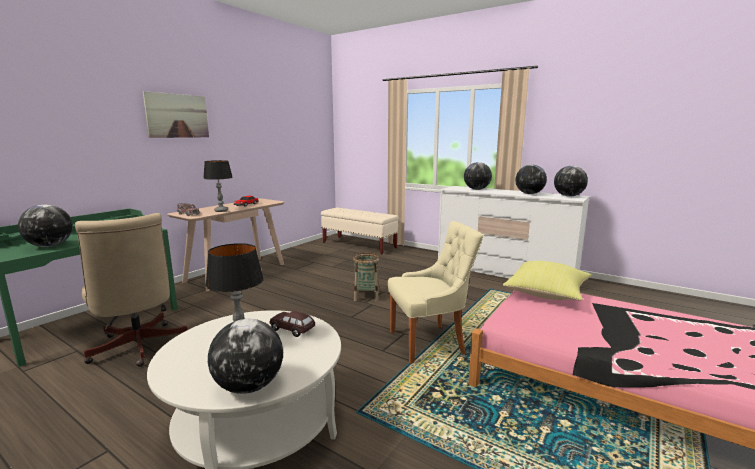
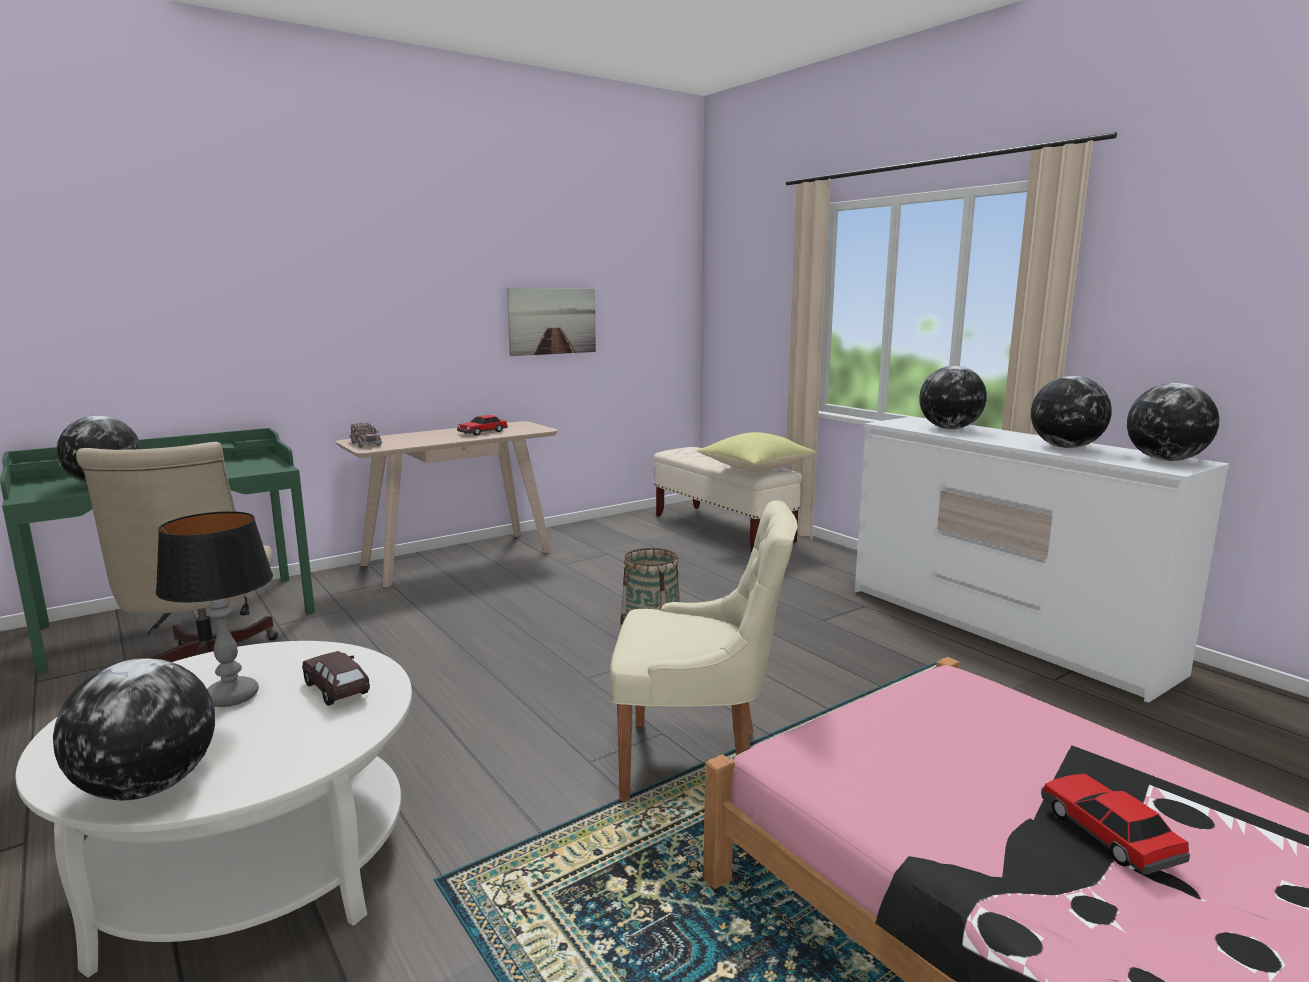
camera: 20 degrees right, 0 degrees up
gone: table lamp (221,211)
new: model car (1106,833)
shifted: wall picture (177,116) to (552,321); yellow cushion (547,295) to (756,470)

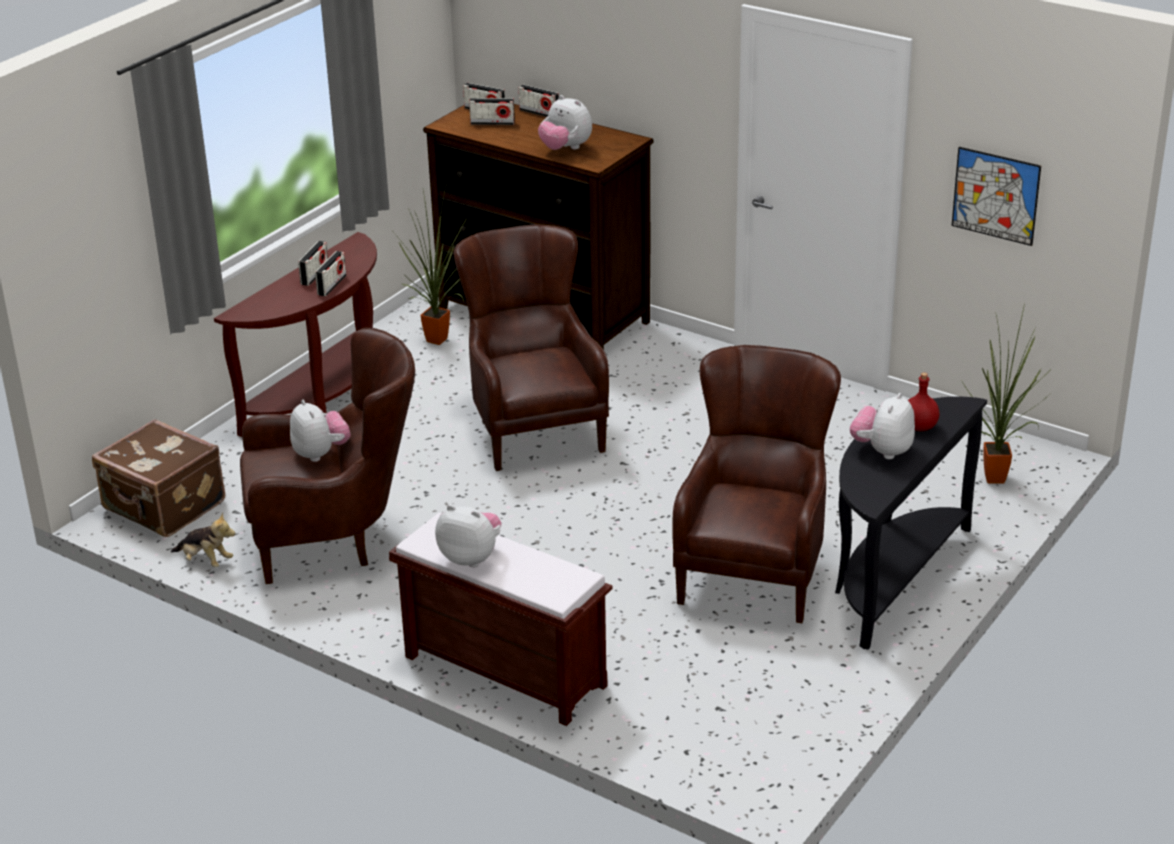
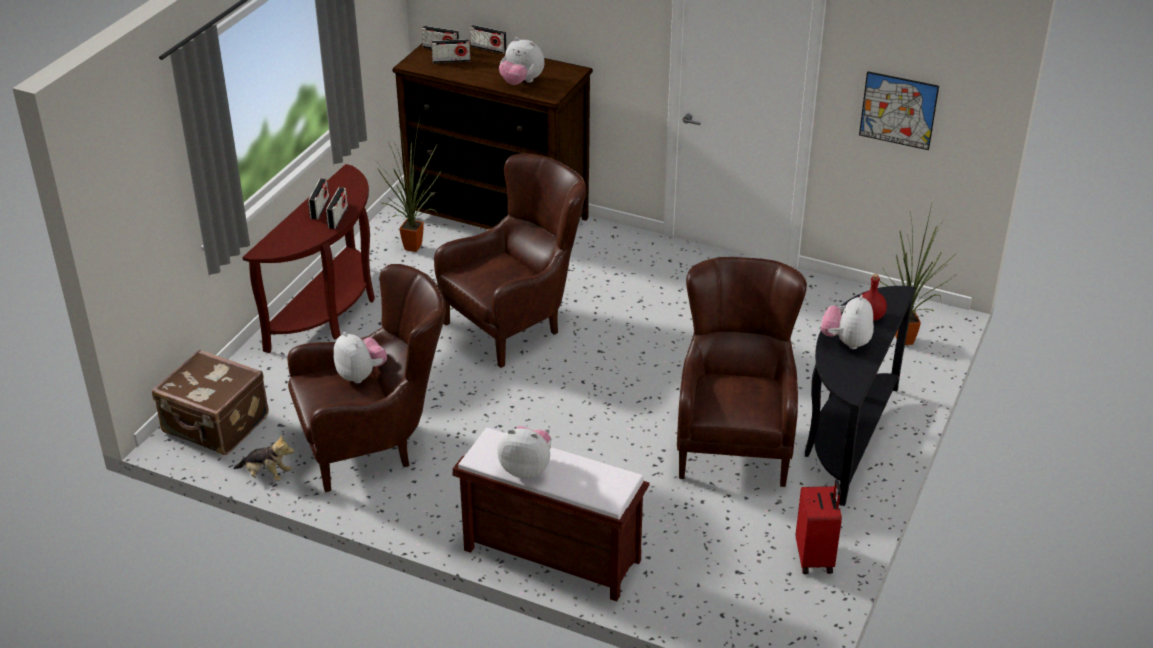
camera: 10 degrees left, 5 degrees up
new: red piece of luggage (815,558)
rotated: brownish lounge chair (533,427) = (516,323) 75 degrees clockwise

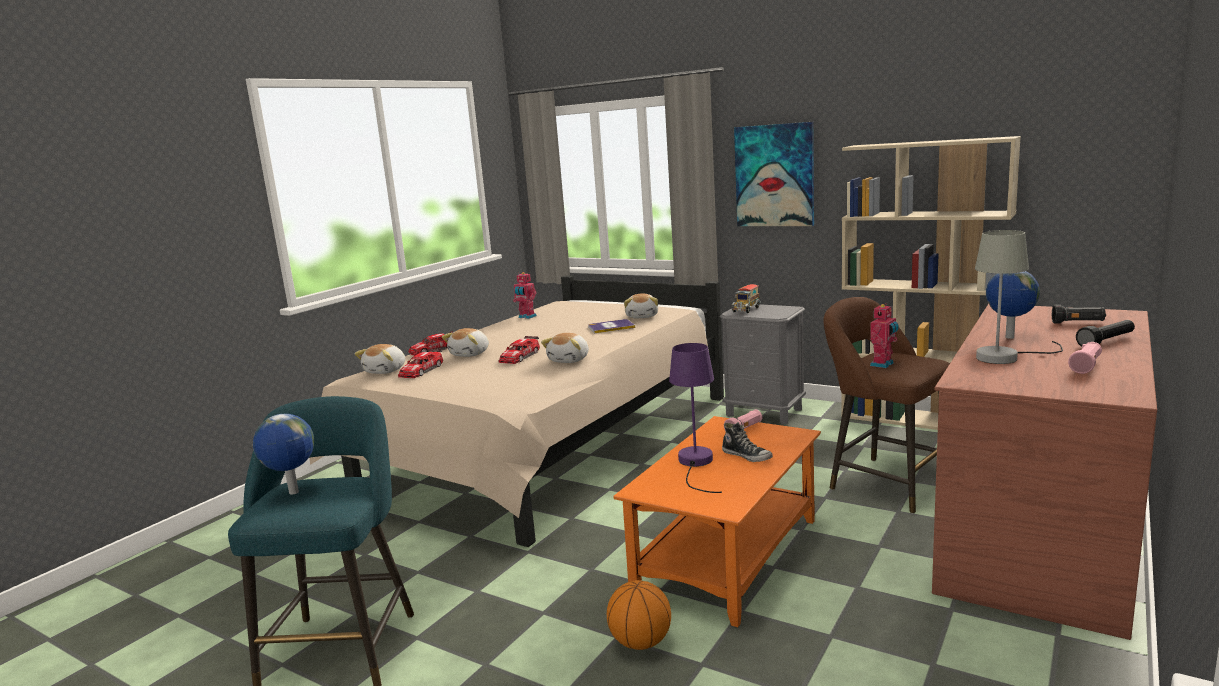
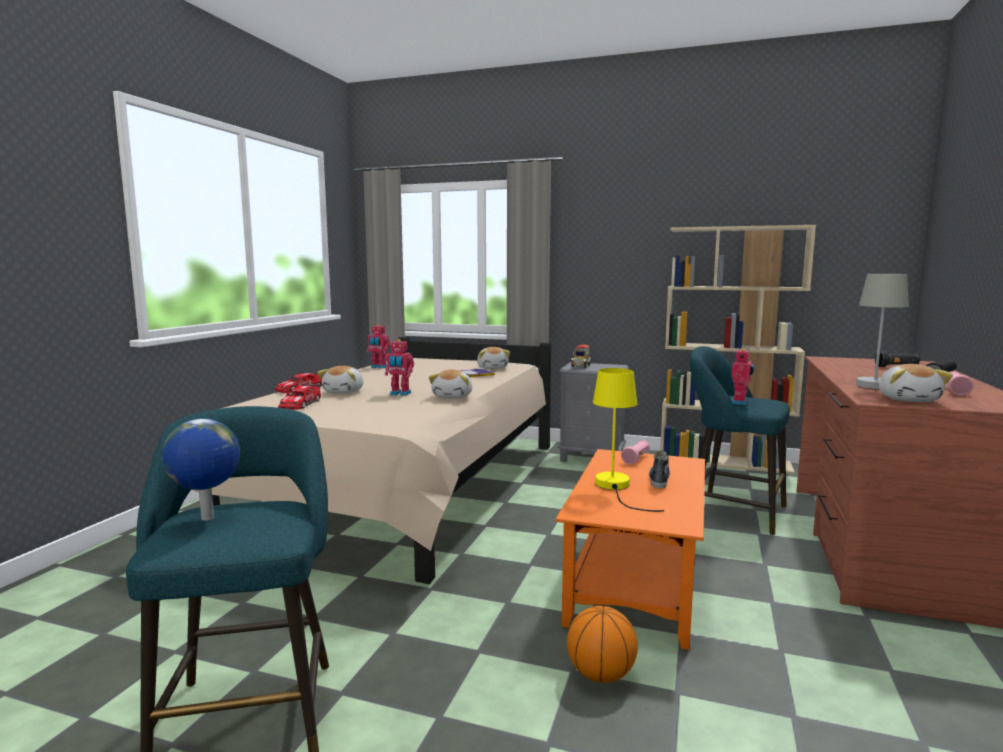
camera: 15 degrees left, 5 degrees down
gone: wall picture (774,175); world globe (1009,337)
shifted: plush toy (386,371) to (908,400)
swapped: model car (520,357) to model robot (400,394)
repainted: purple-coloured table lamp (695,464) to yellow table lamp (616,487); brownish stool (884,483) to blue-green stool (731,511)
rotated: shoe (747,456) = (659,480) 105 degrees counterclockwise

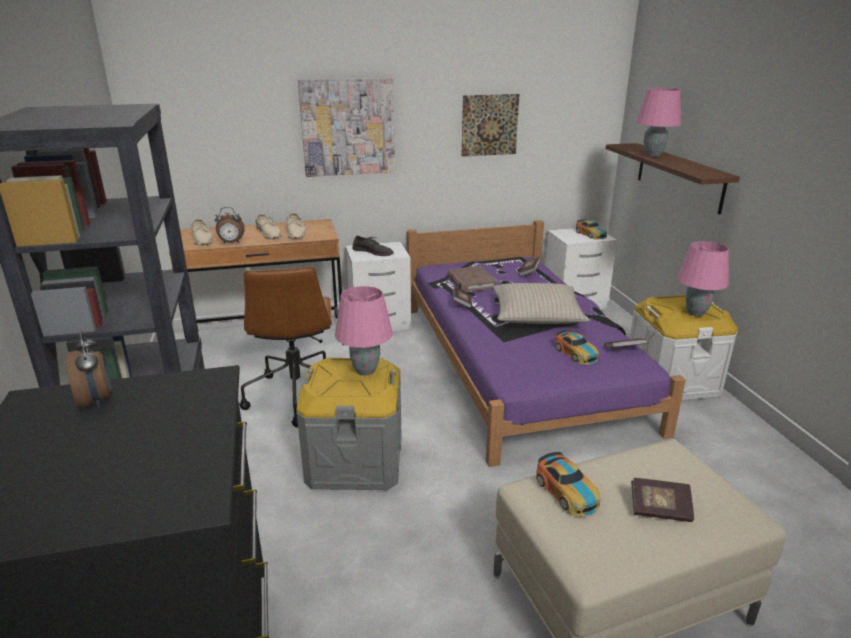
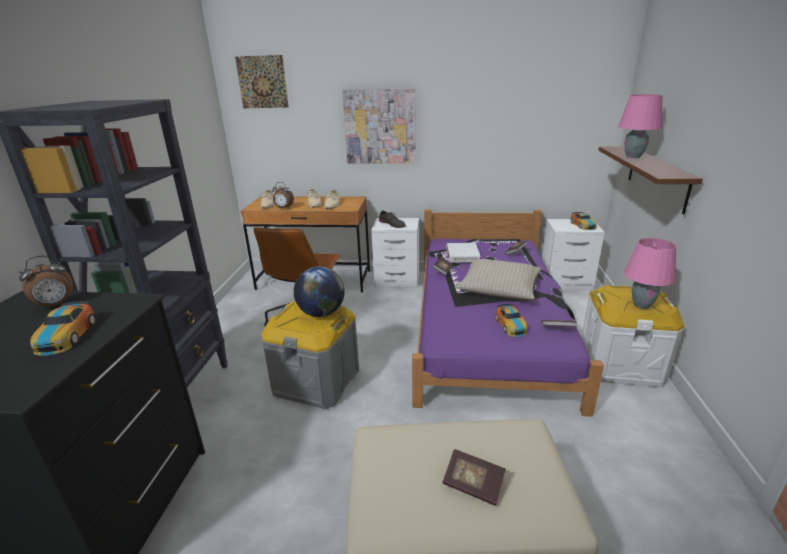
camera: 20 degrees right, 0 degrees up
shifted: model car (567,492) to (66,336); wall picture (489,125) to (262,82)
swapped: pink table lamp (365,371) to world globe (321,313)
repainted: brownish book (471,282) to white book (462,255)
rotated: bedside clock (96,401) = (55,305) 60 degrees clockwise

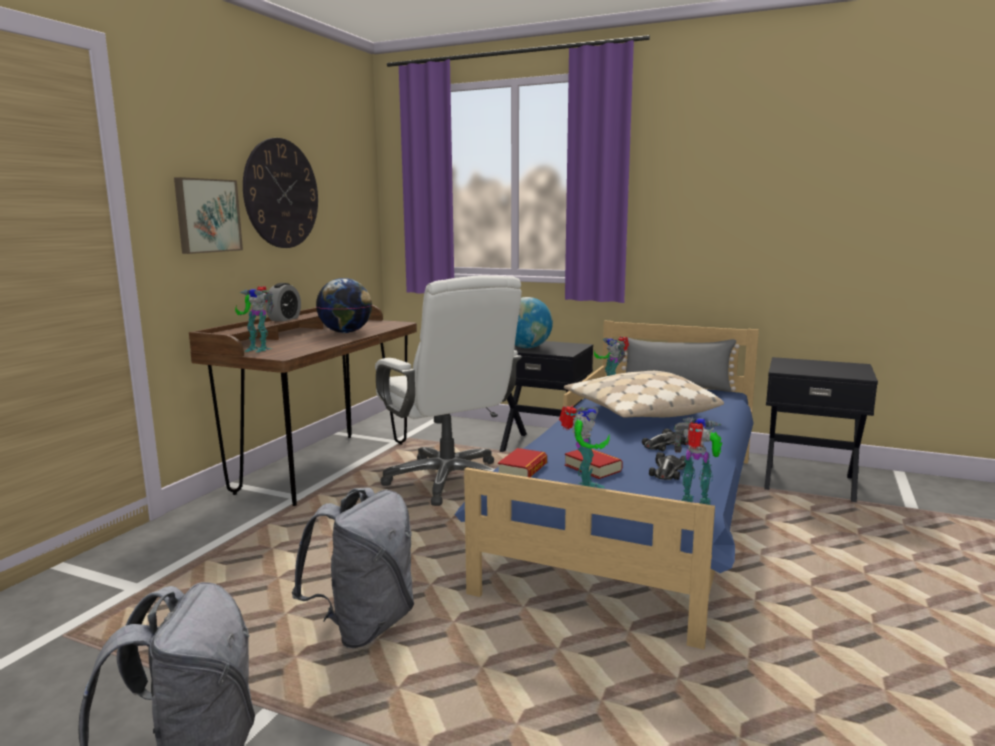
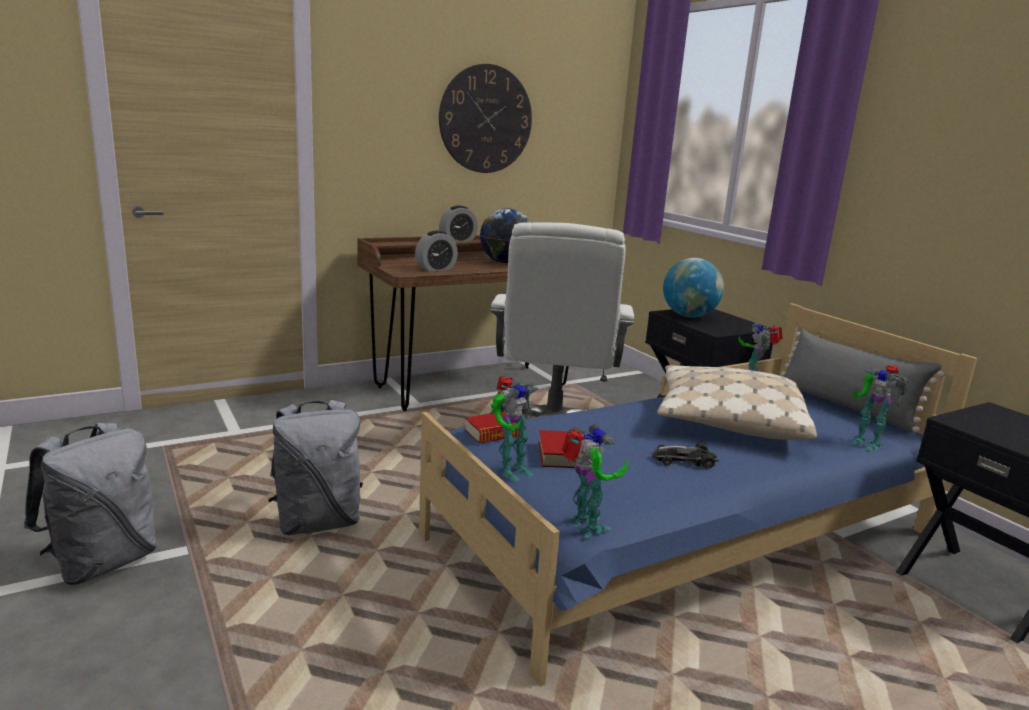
camera: 35 degrees right, 5 degrees up
gone: wall picture (207,215); model car (668,471)
new: bedside clock (436,269)
shifted: model robot (258,349) to (866,442)

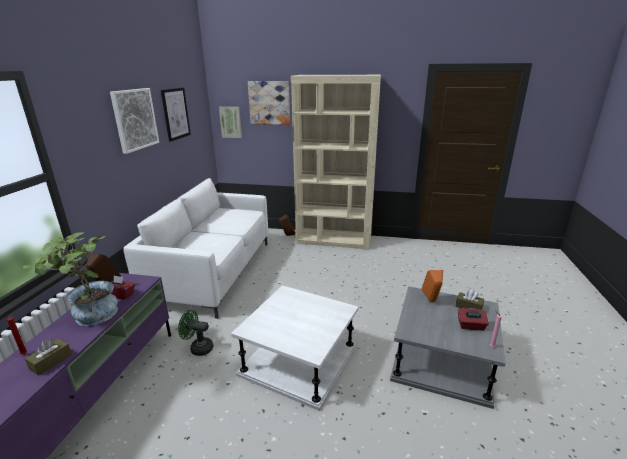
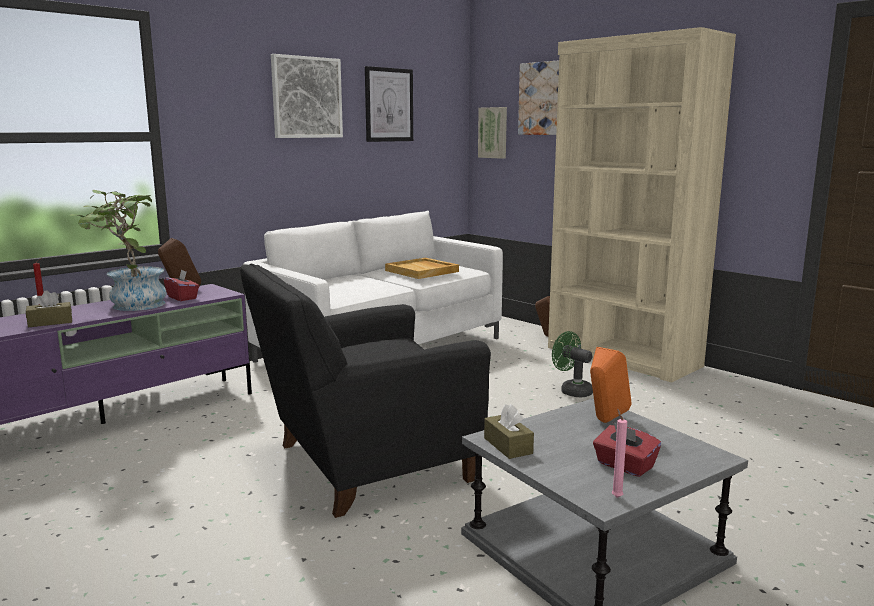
camera: 35 degrees right, 10 degrees down
new: sand-coloured serving tray (422,271)
shifted: brownish tissue box (468,307) to (508,446); greenish fan (198,348) to (572,391)
swapped: white side table (298,360) to black-coloured lounge chair (362,465)

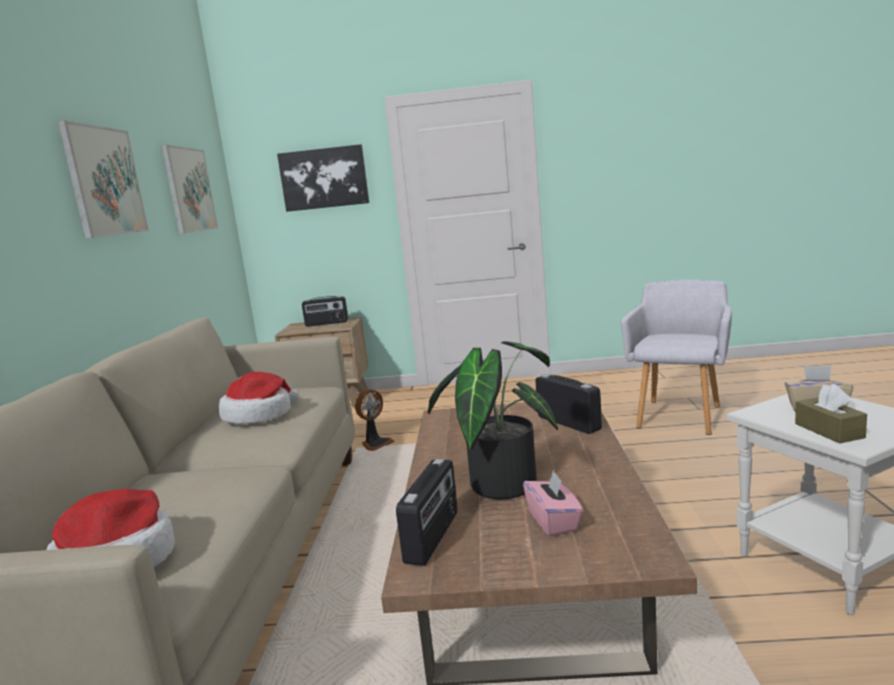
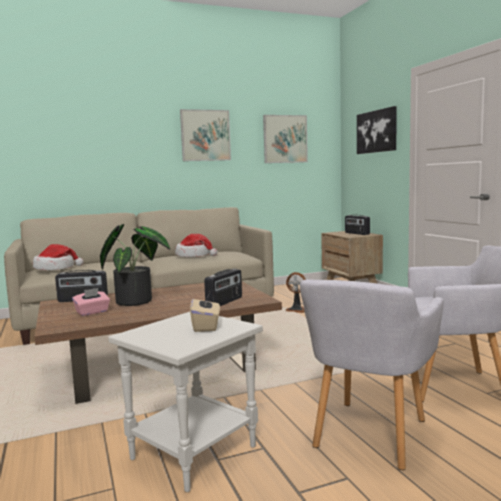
camera: 65 degrees right, 5 degrees down
gone: brownish tissue box (829,430)
new: grey lounge chair (368,435)

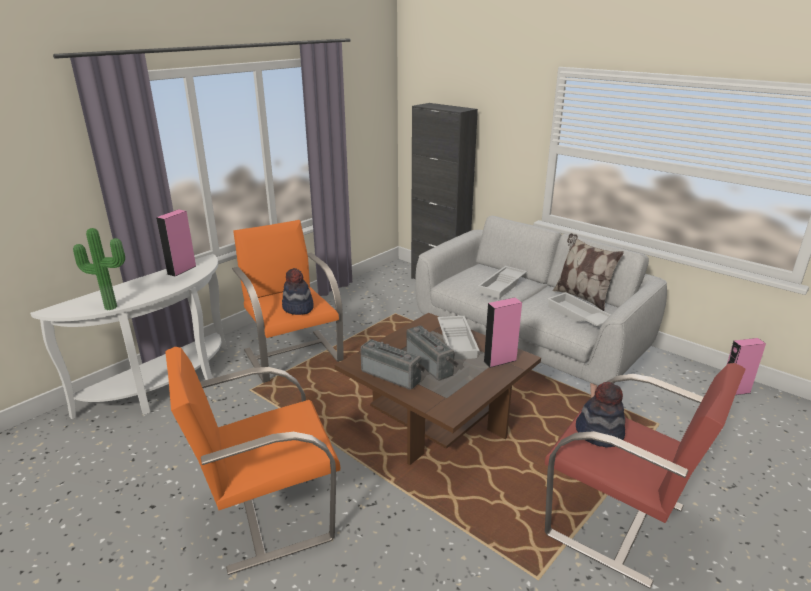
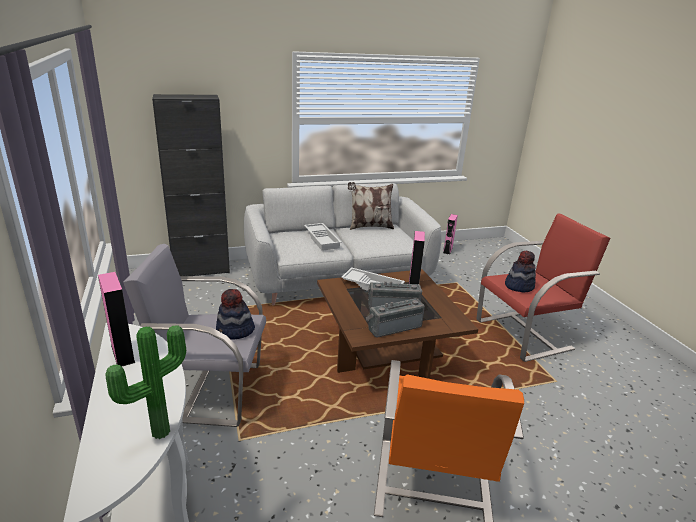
camera: 60 degrees left, 0 degrees up
gone: white serving tray (578,315)
repainted: orangey lounge chair (292,355) to grey lounge chair (210,390)

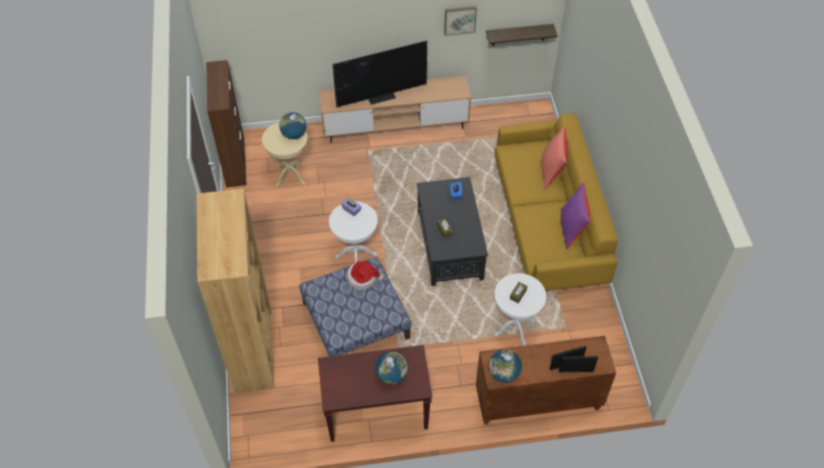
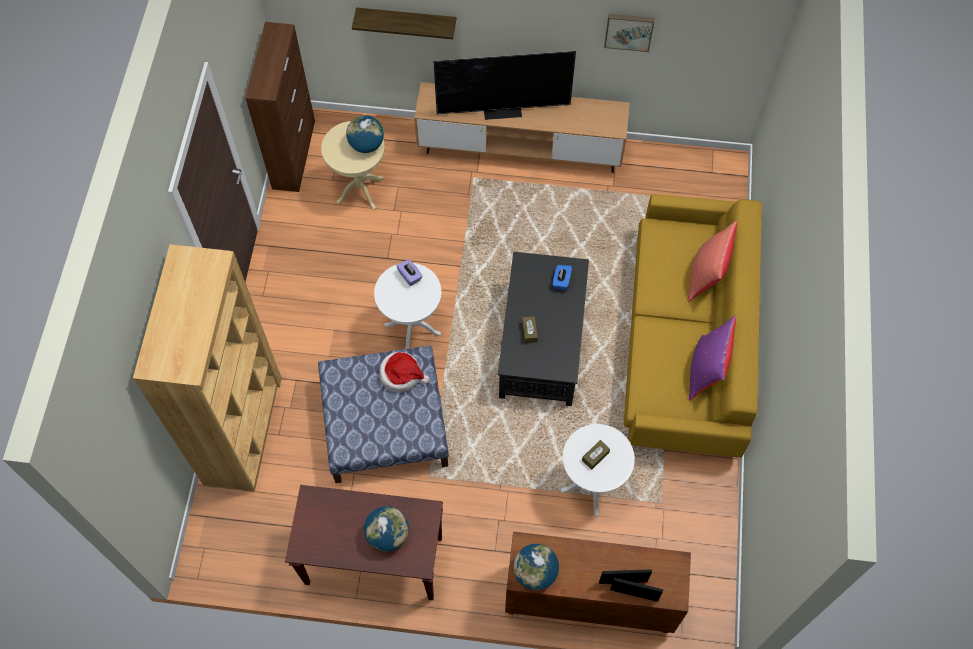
camera: 15 degrees right, 10 degrees up
shifted: wall shelf (518,34) to (407,22)

